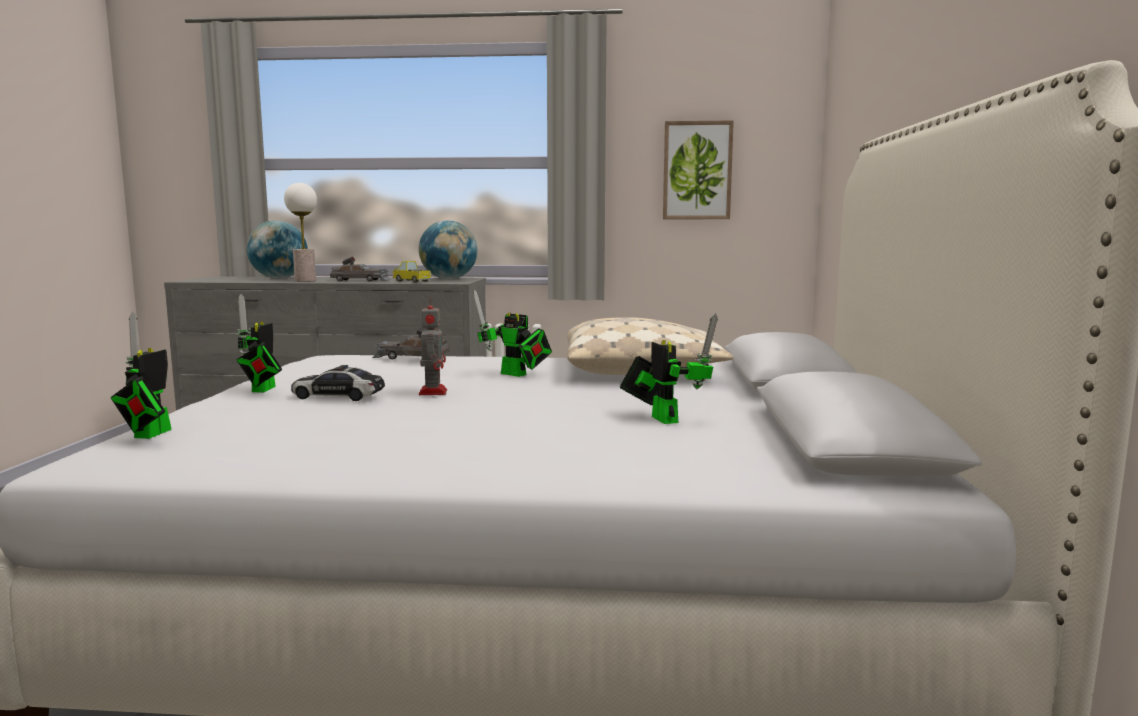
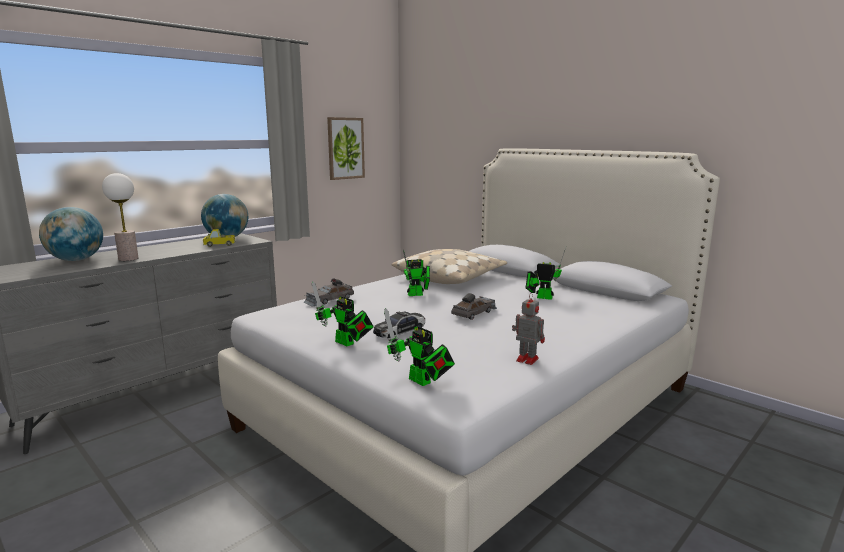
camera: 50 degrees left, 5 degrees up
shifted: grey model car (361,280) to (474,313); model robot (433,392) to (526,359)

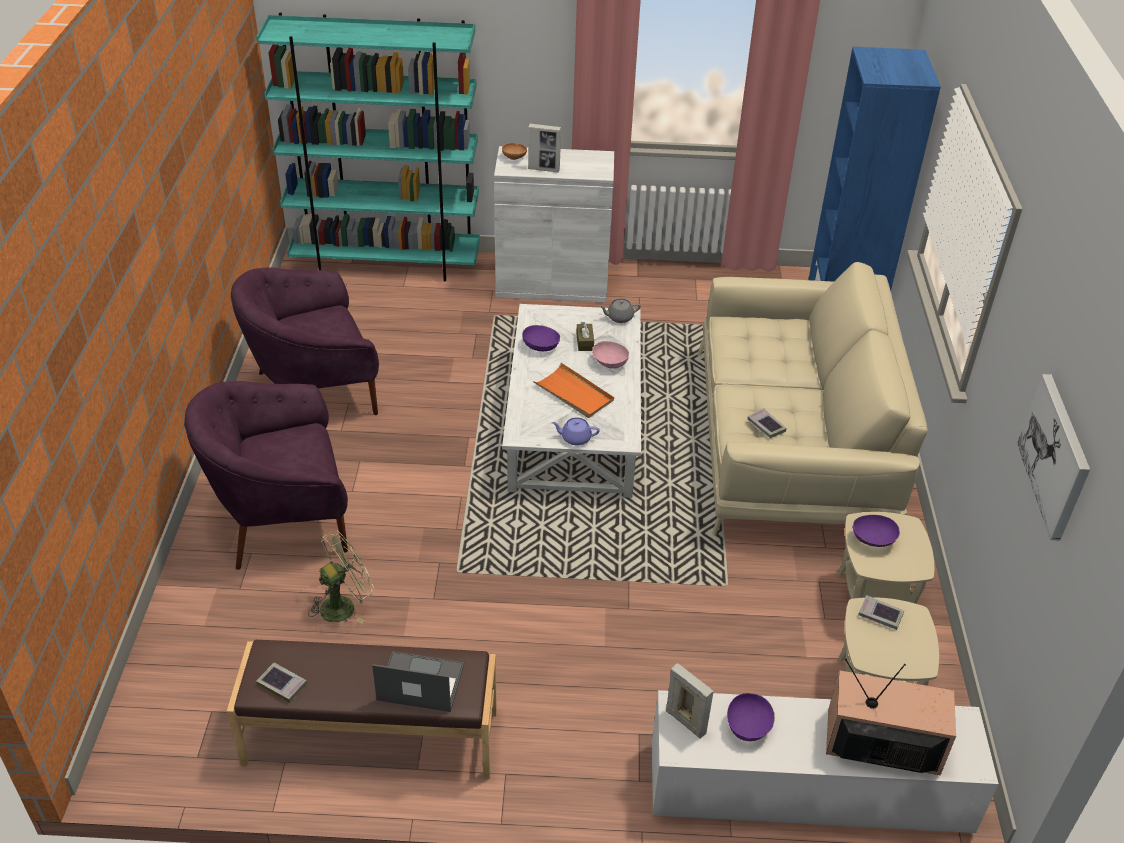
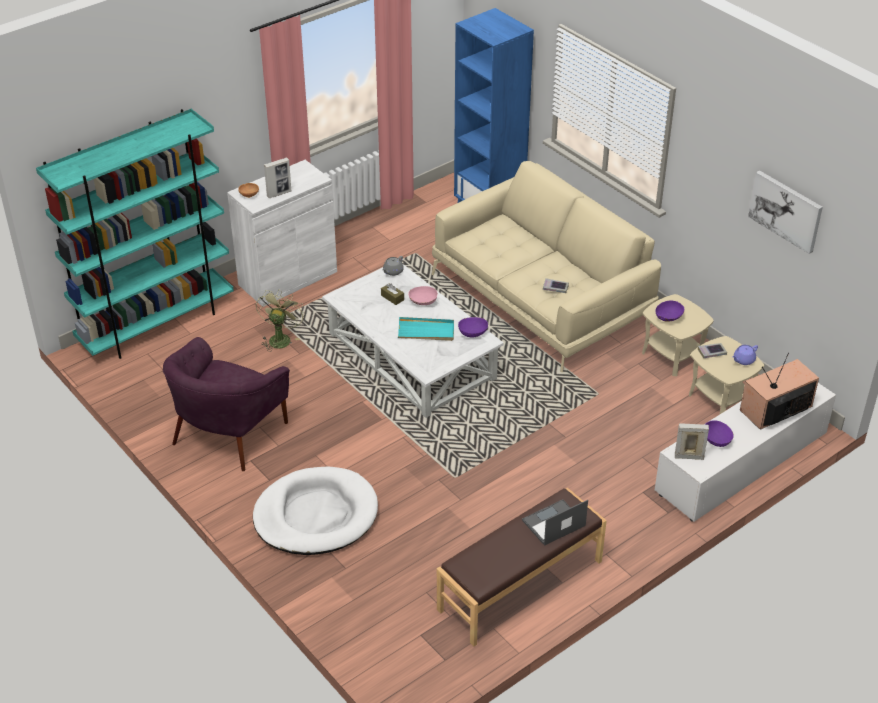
camera: 40 degrees left, 0 degrees up
gone: book (282,684)
shifted: greenish fan (344,605) to (280,338); purple-coloured deep dish (541,347) to (472,333); purple-coloured tea pot (575,438) to (743,360)
swapped: purple-coloured lounge chair (283,518) to white dog bed (316,515)
repainted: orangey serving tray (574,393) to blue-green serving tray (426,331)

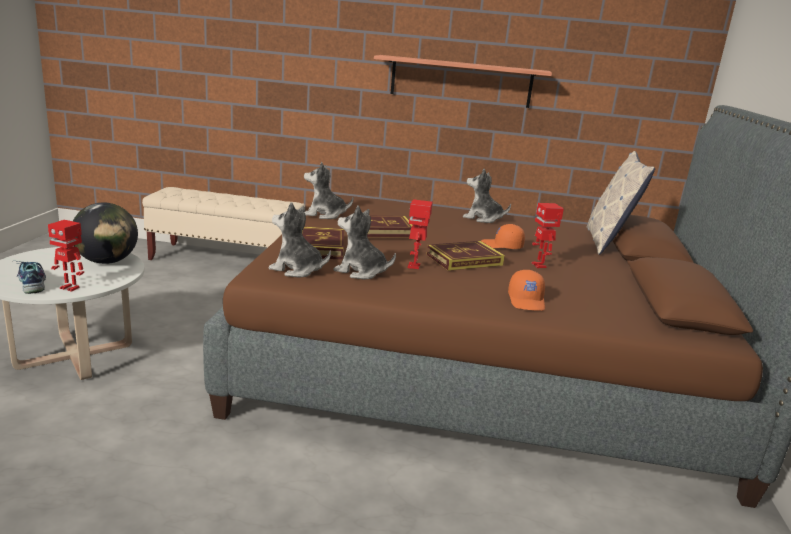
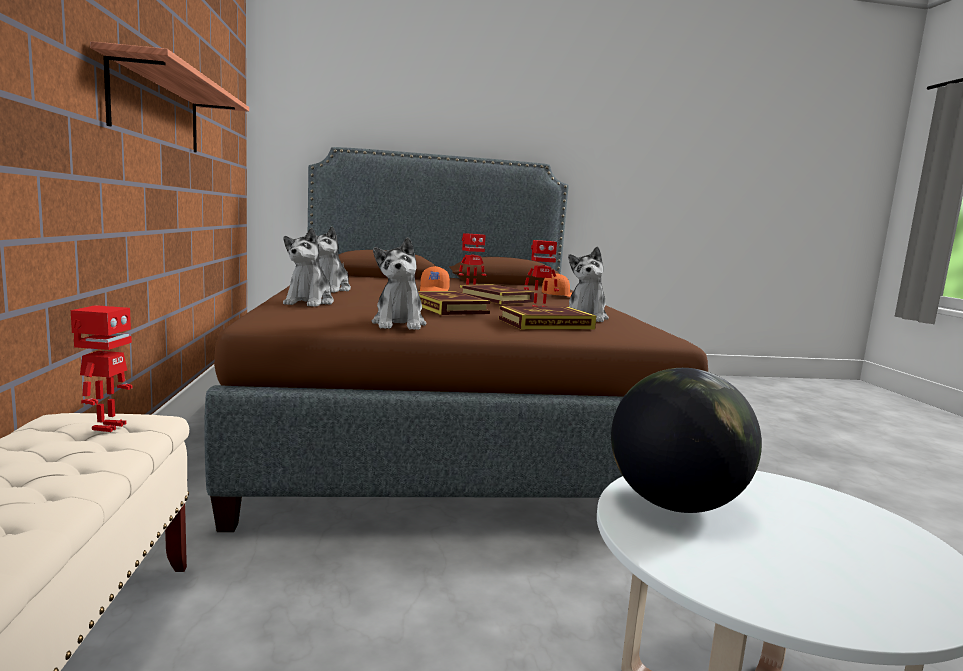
camera: 105 degrees left, 10 degrees down
gone: shoe (31,283); cushion (608,242)
shifted: model robot (70,288) to (107,427); plush toy (297,270) to (309,302)

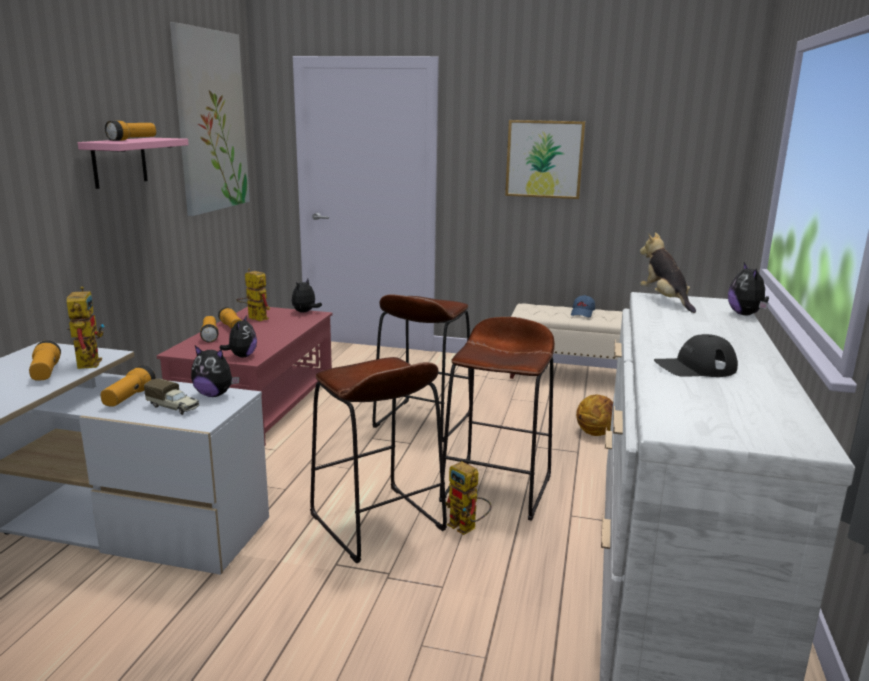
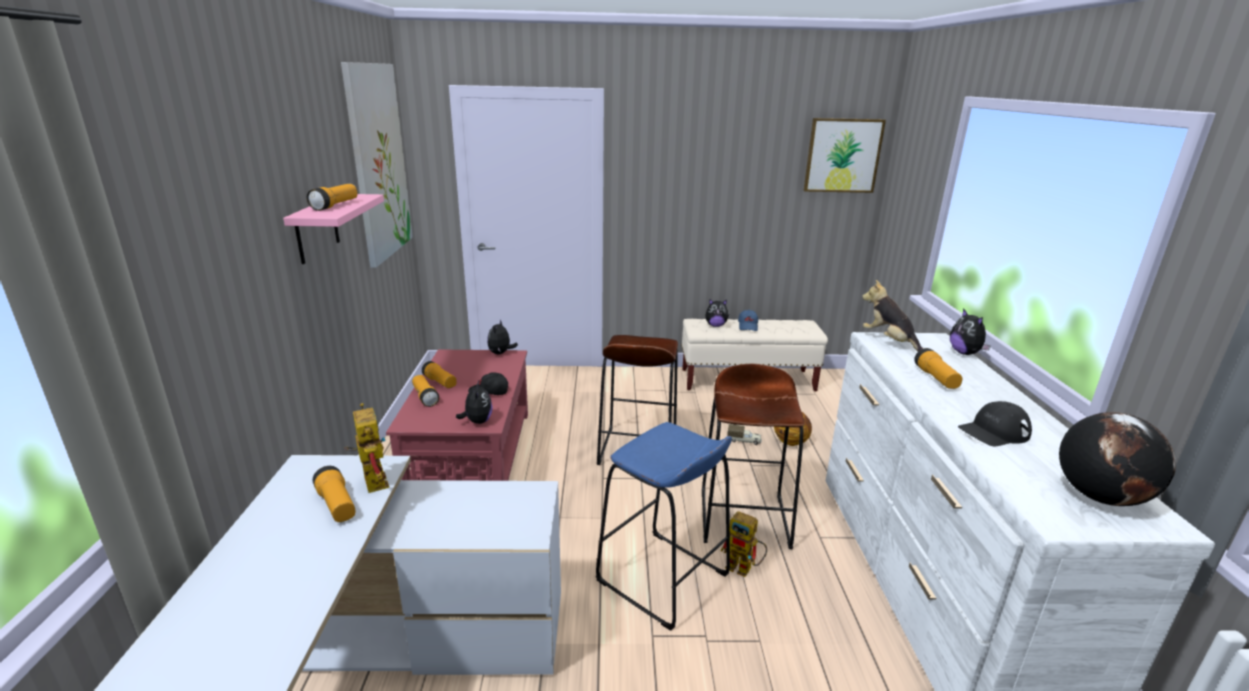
camera: 15 degrees left, 5 degrees up
gone: model robot (254,318)
new: black-coloured peaked cap (489,392); world globe (1099,496)
shifted: plush toy (215,394) to (715,325); toy lorry (174,407) to (744,440); wall picture (544,159) to (842,155); torch (129,397) to (936,378)
repainted: brownish stool (377,523) to bluish stool (662,578)

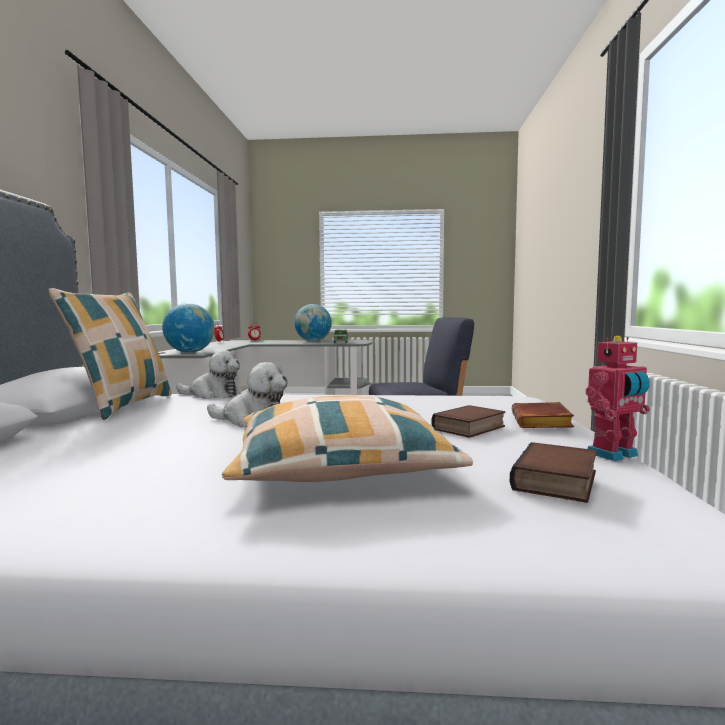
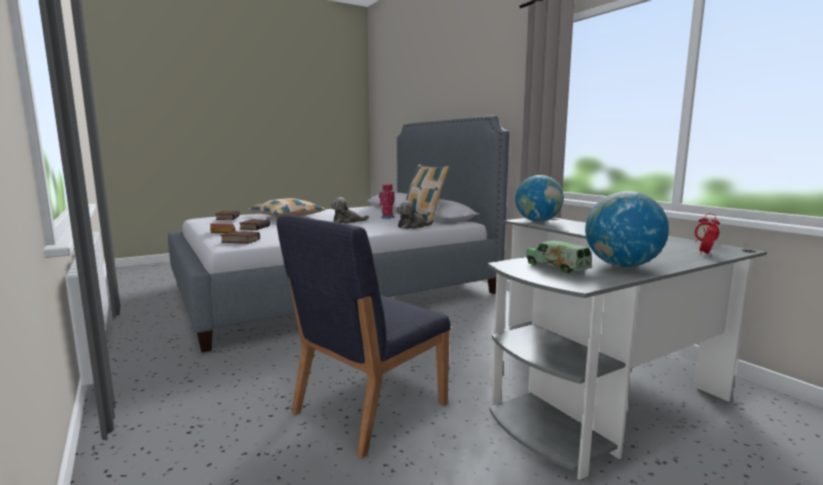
camera: 145 degrees right, 5 degrees up
new: book (239,241)
shifted: model robot (615,455) to (386,217)

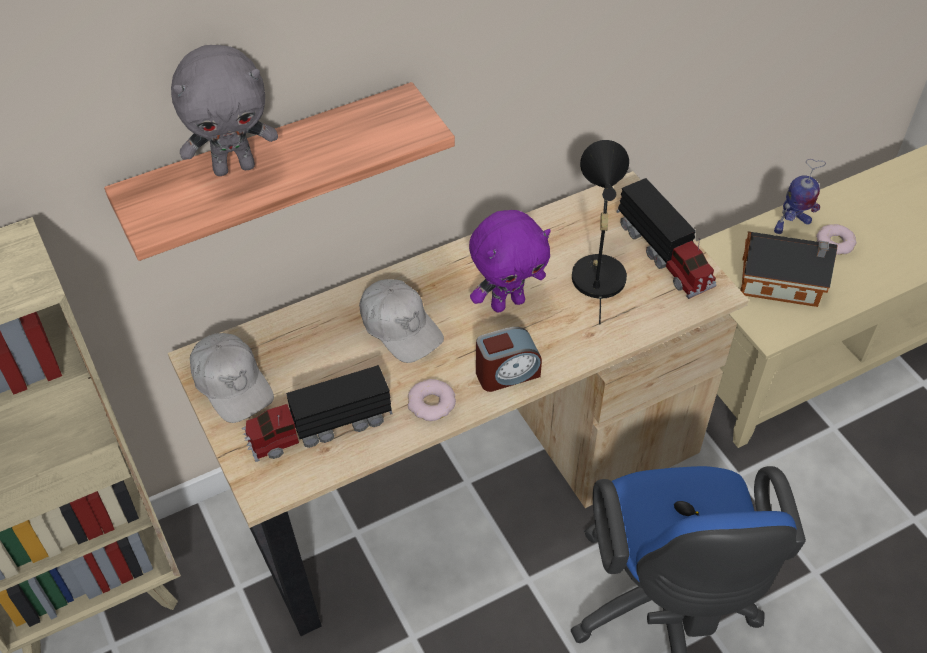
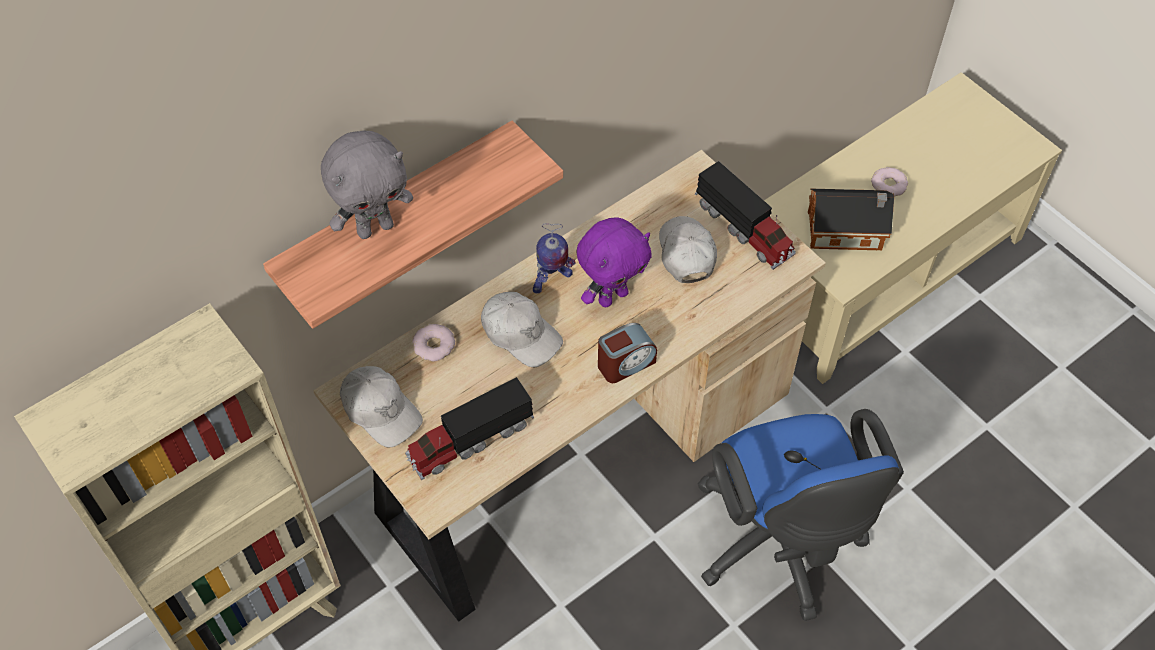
camera: 10 degrees left, 5 degrees up
shifted: donut (431,403) to (434,345); model robot (791,225) to (551,280)
swapped: black-coloured table lamp (596,271) to white peaked cap (686,254)

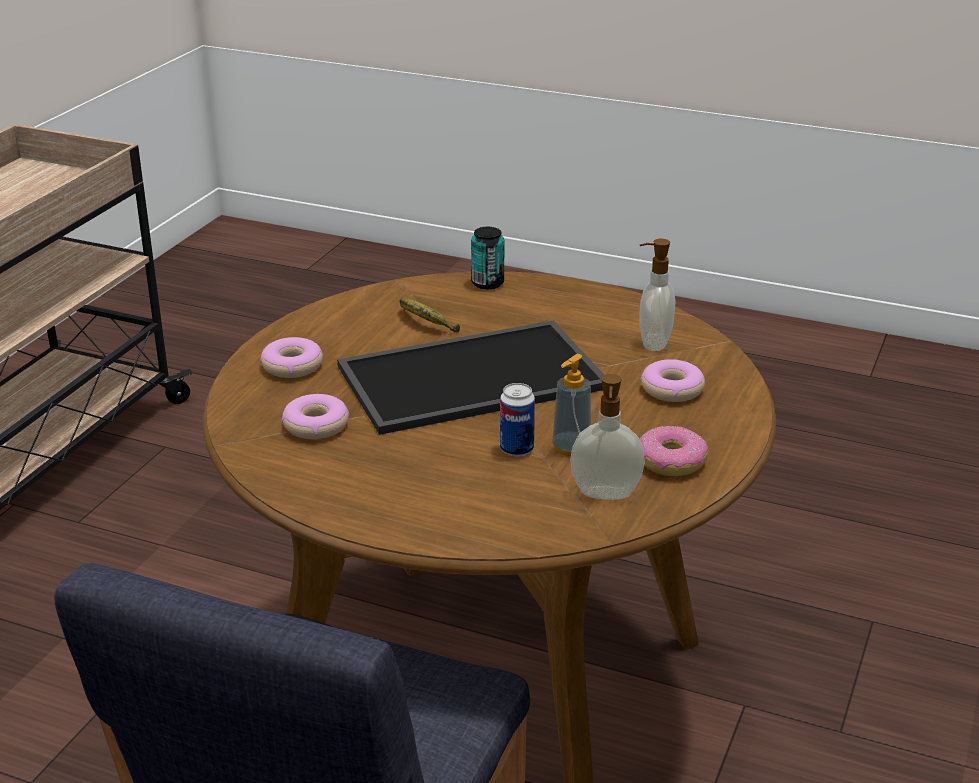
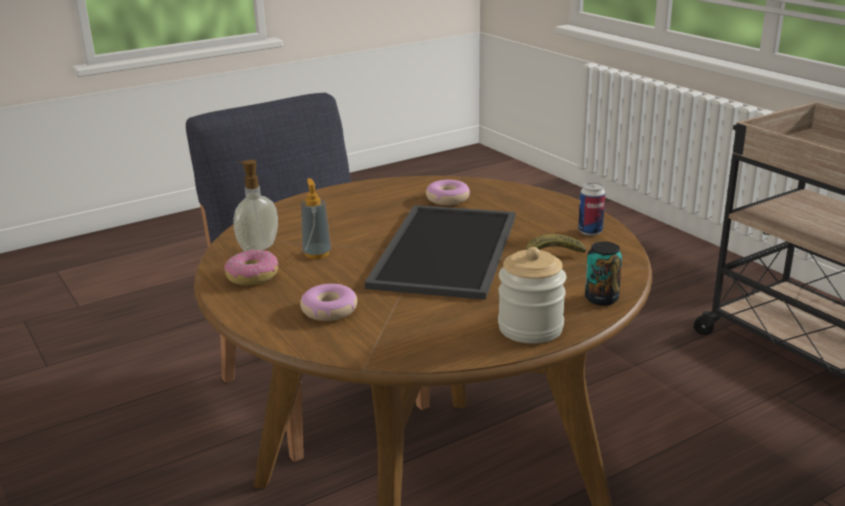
camera: 125 degrees right, 5 degrees down
gone: donut (292,366); soap bottle (653,343)
new: storage jar (530,328)
shifted: can (516,449) to (590,231)

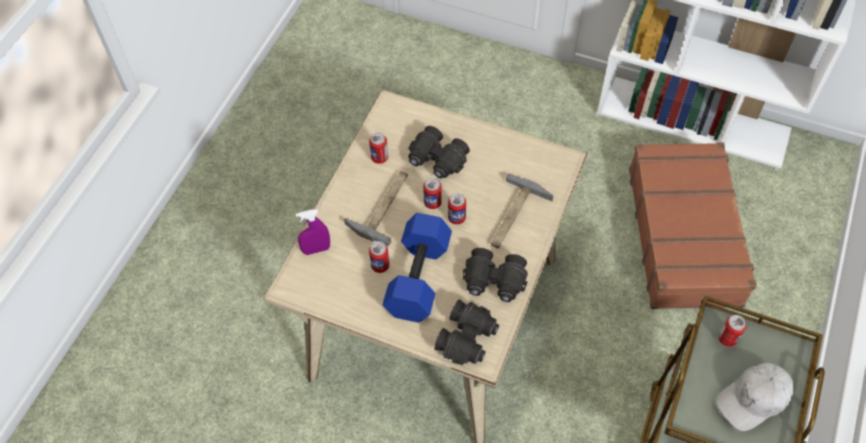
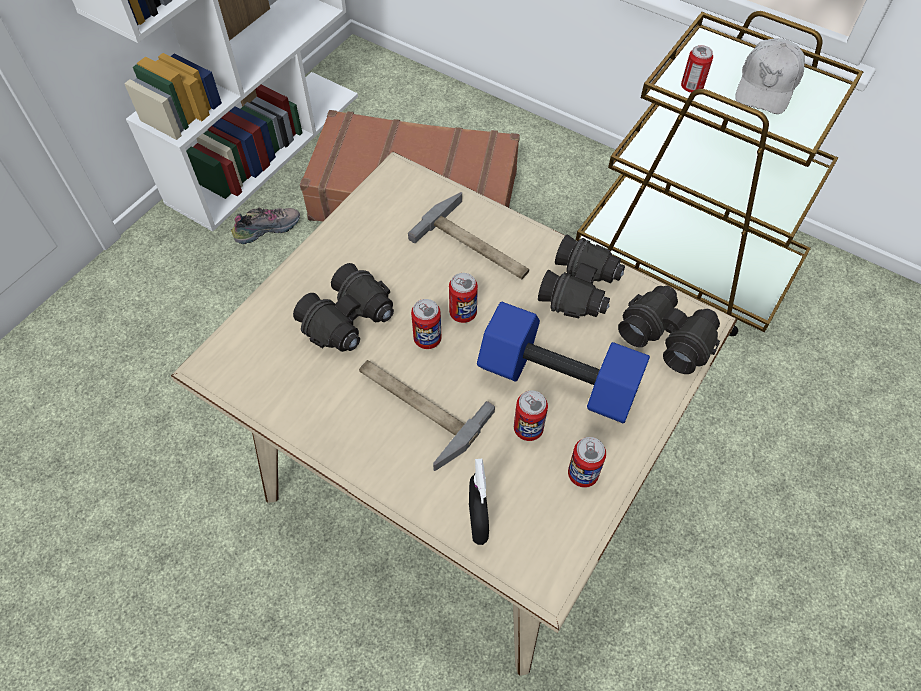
camera: 80 degrees left, 0 degrees up
new: shoe (267,229)
shifted: can (379,158) to (582,474)
repainted: purple-coloured spray bottle (316,249) to black-coloured spray bottle (478,523)
rotated: white peaked cap (753,399) = (767,86) 45 degrees clockwise

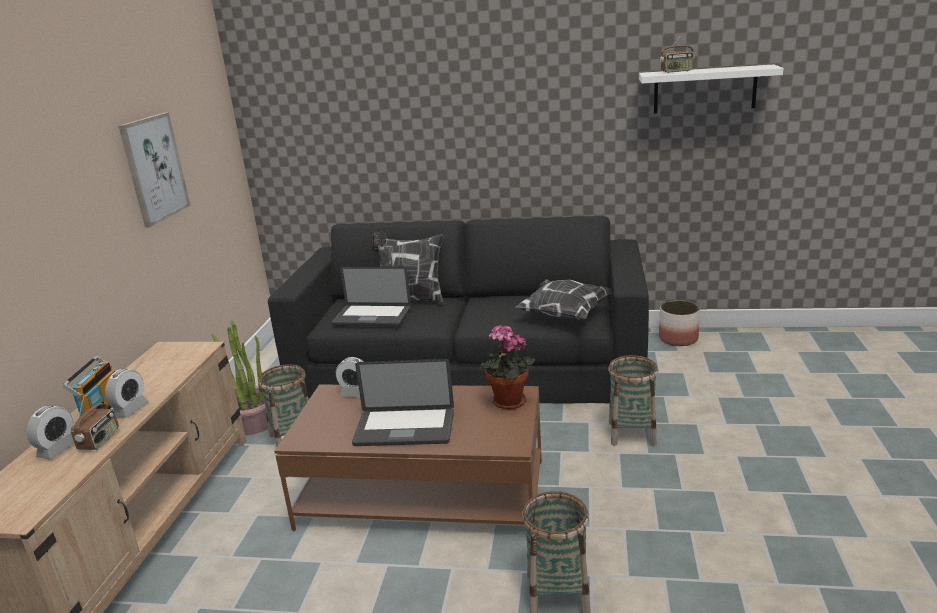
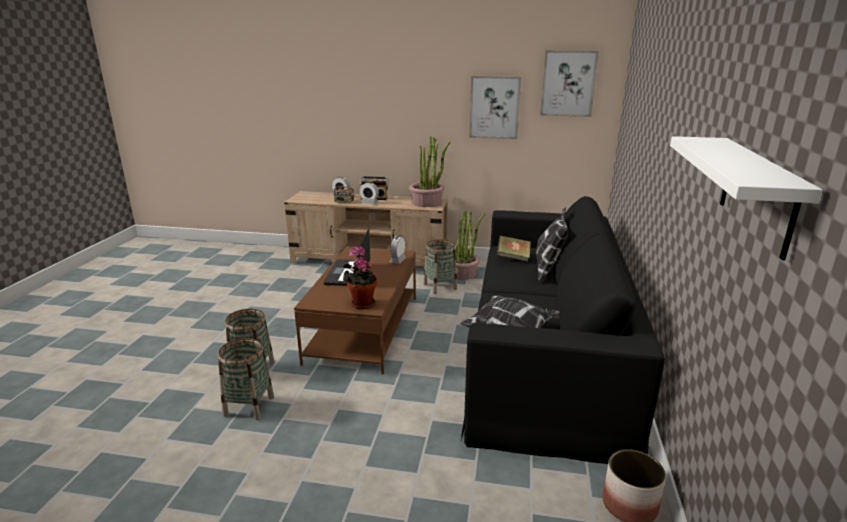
camera: 90 degrees right, 0 degrees up
gone: radio receiver (676,72)
new: potted plant (427,202); wall picture (568,83)
shifted: basket (632,433) to (249,406)
swapped: laptop (372,317) to book (513,258)

